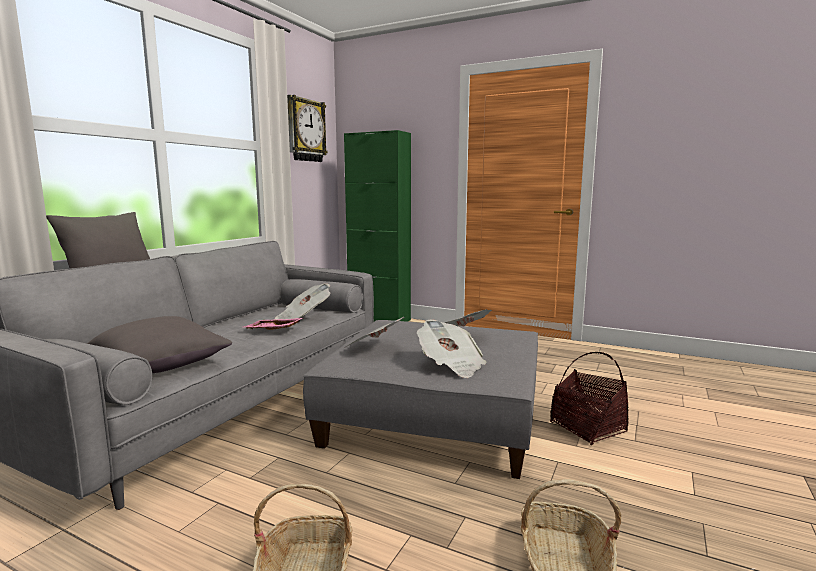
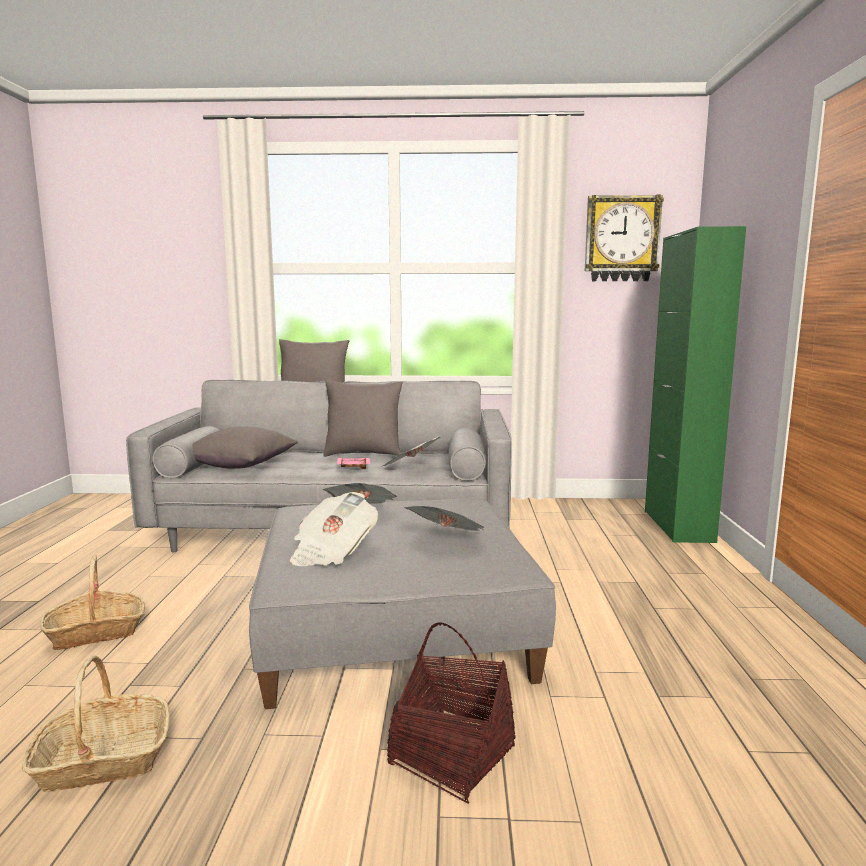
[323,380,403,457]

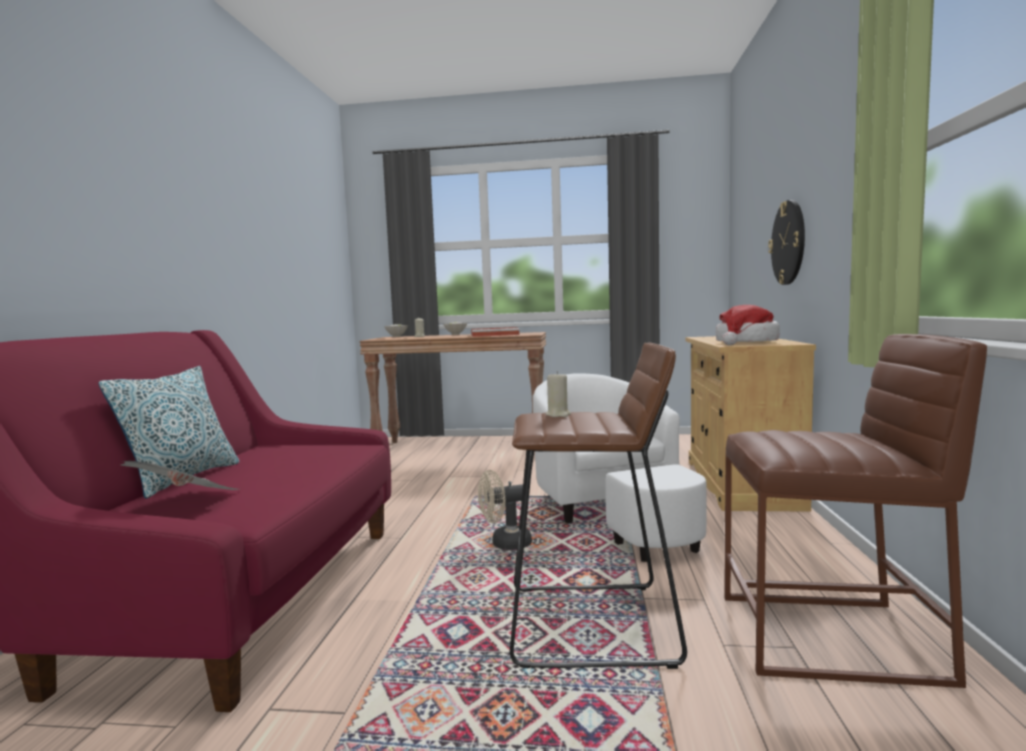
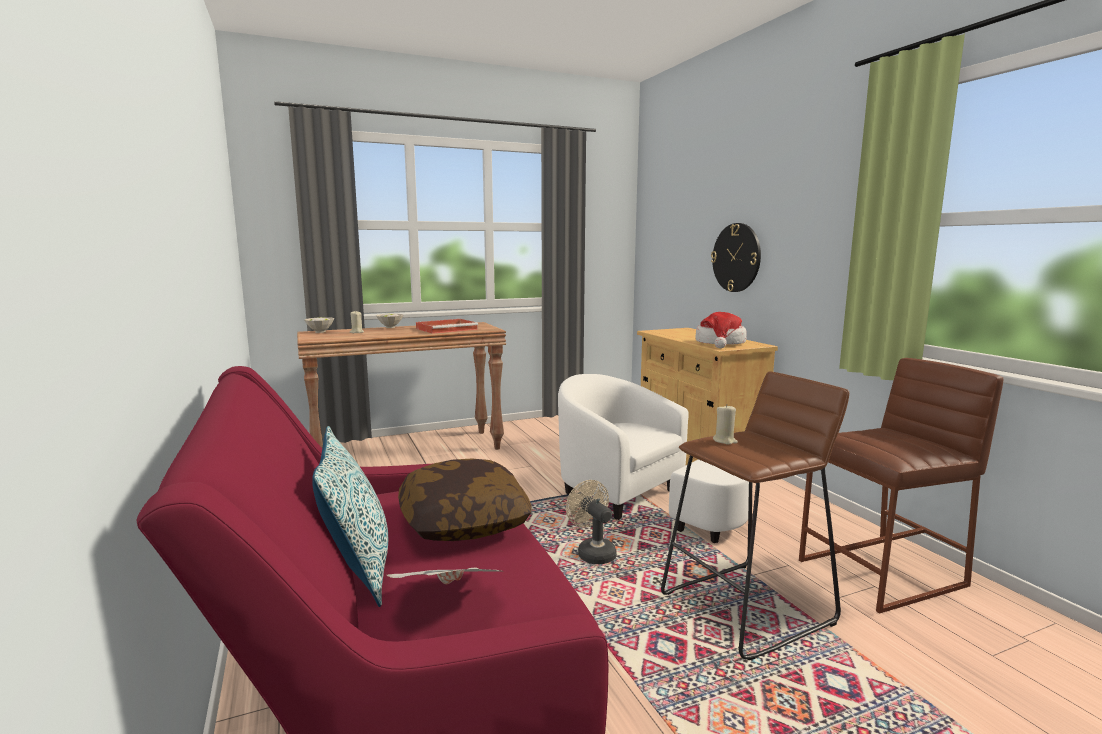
[566,480,617,564]
[398,459,532,541]

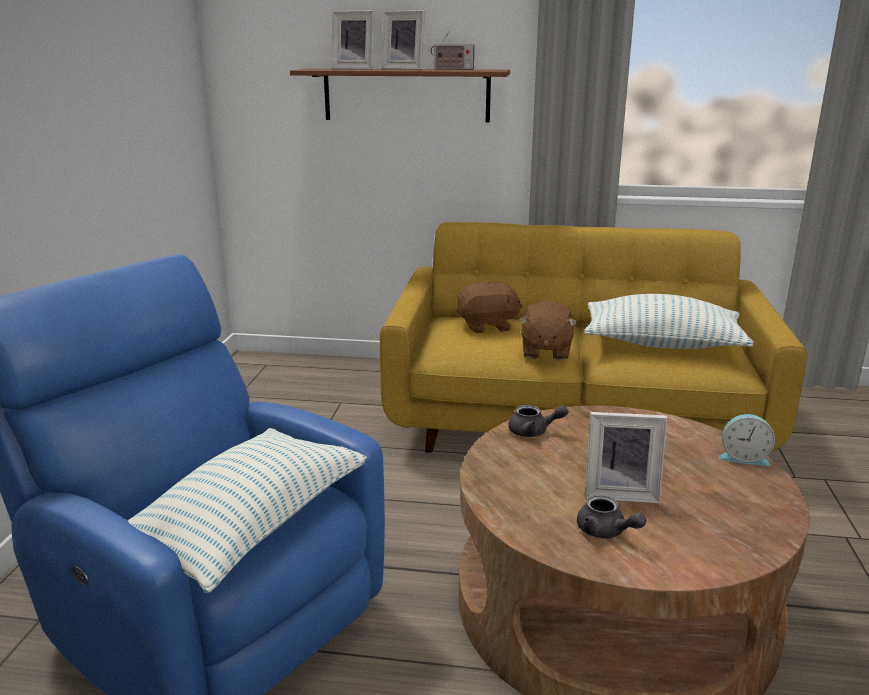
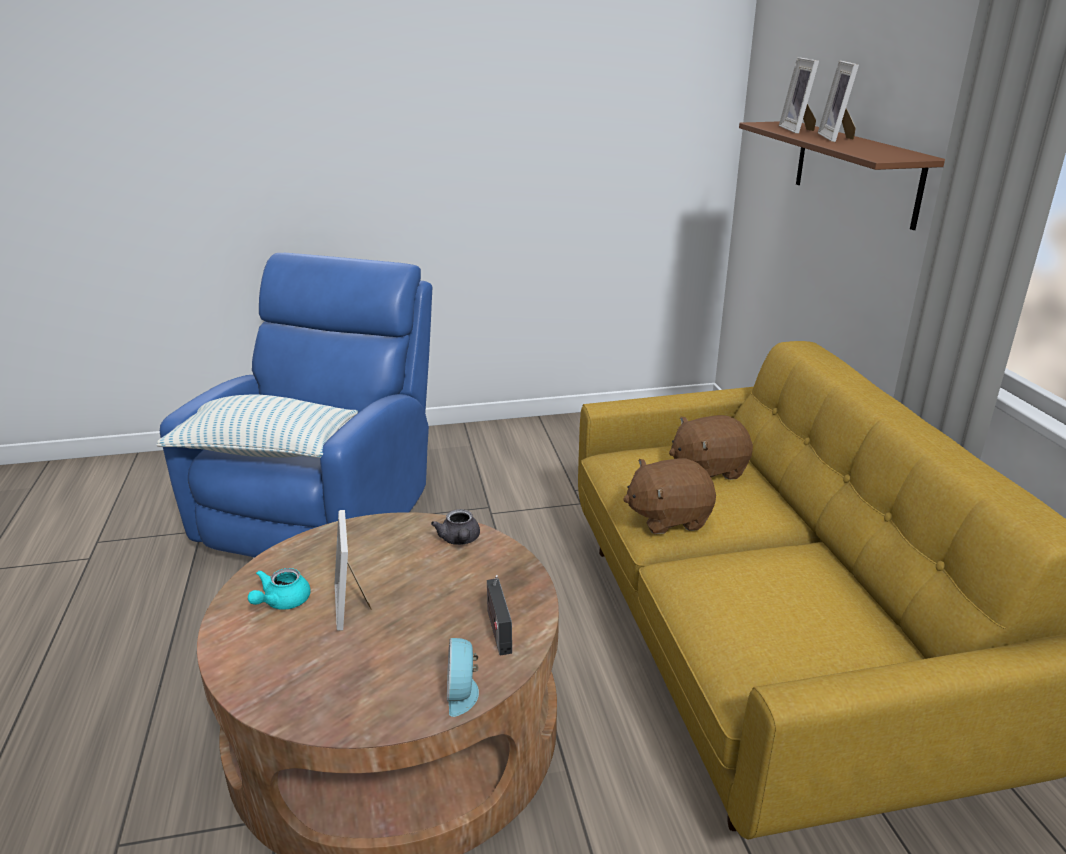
[487,575,512,655]
[669,415,753,480]
[584,294,754,349] (first image)
[248,568,311,610]

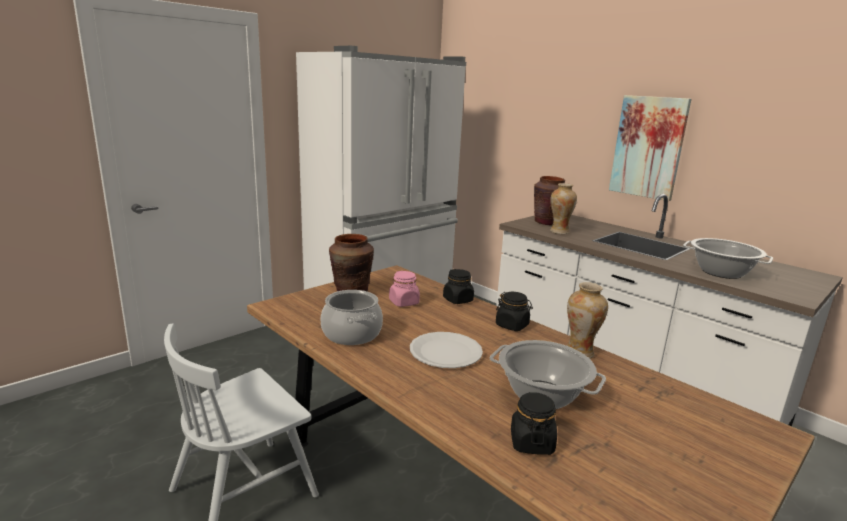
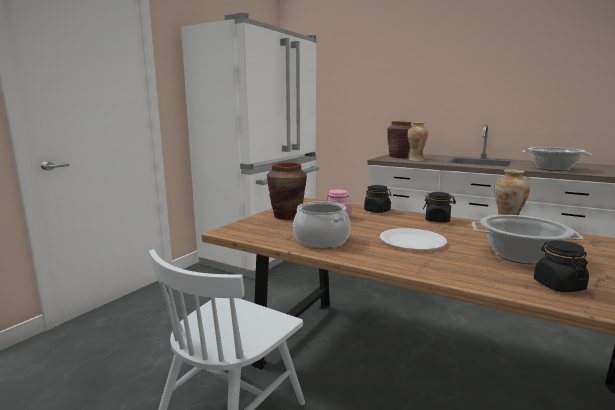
[609,95,692,201] (first image)

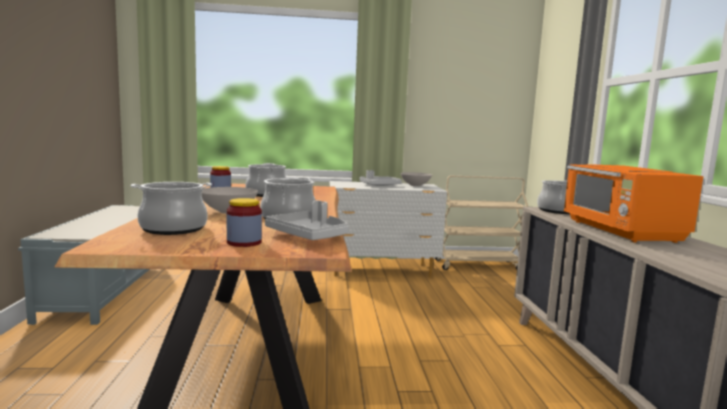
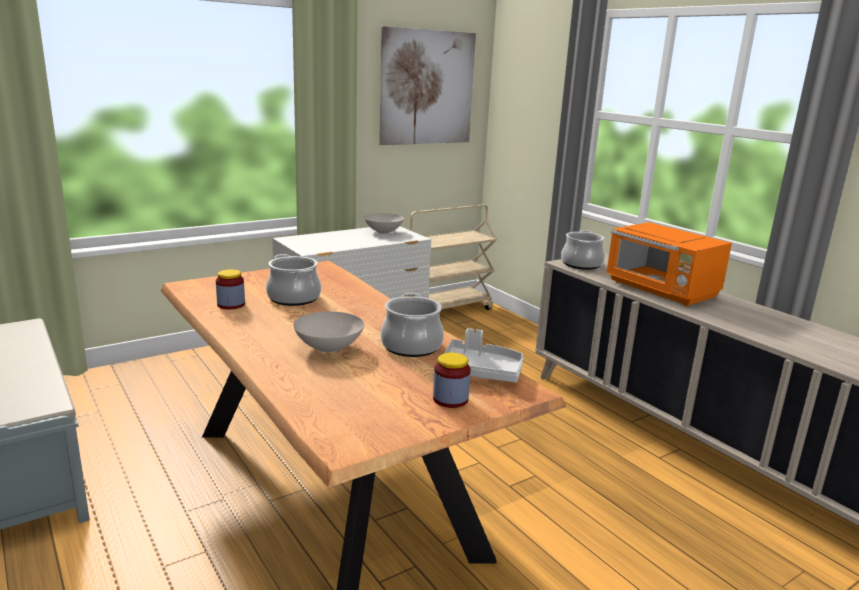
[360,170,402,186] (first image)
[130,182,212,235] (first image)
[379,26,476,145]

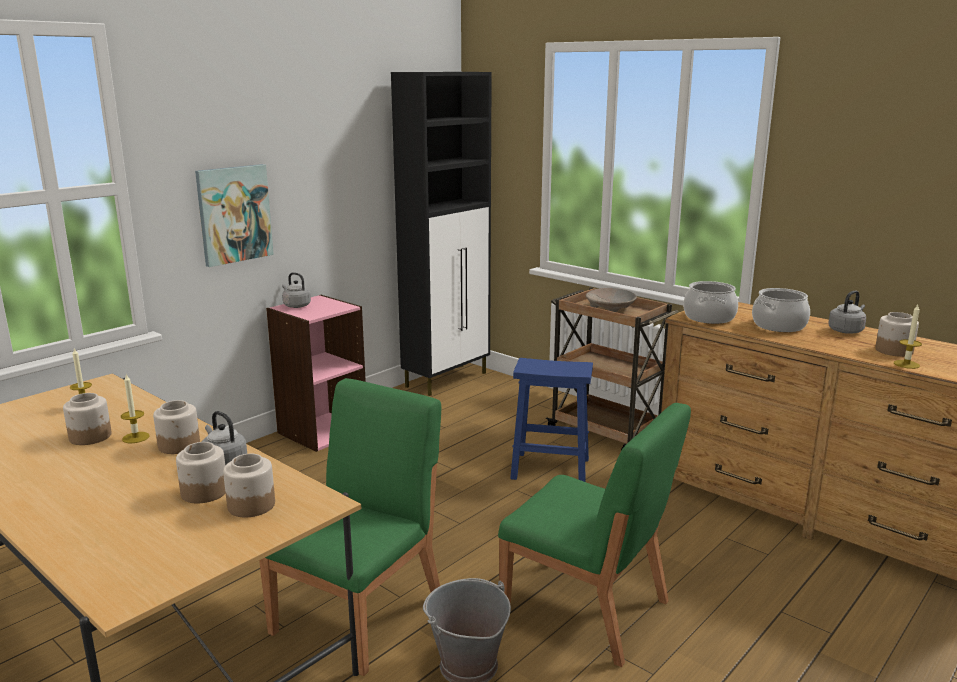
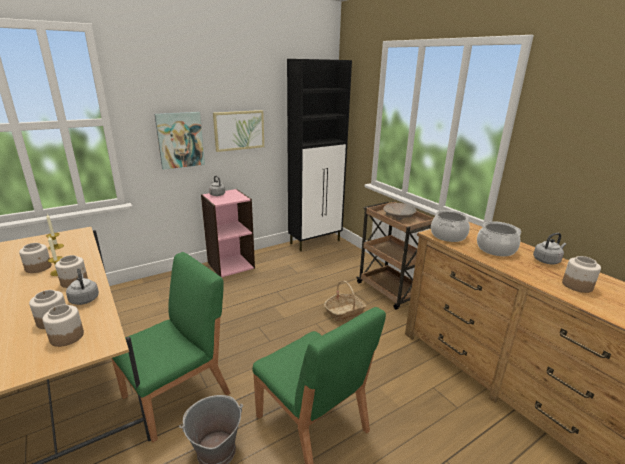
[894,305,922,369] (first image)
[324,280,366,321]
[213,110,264,152]

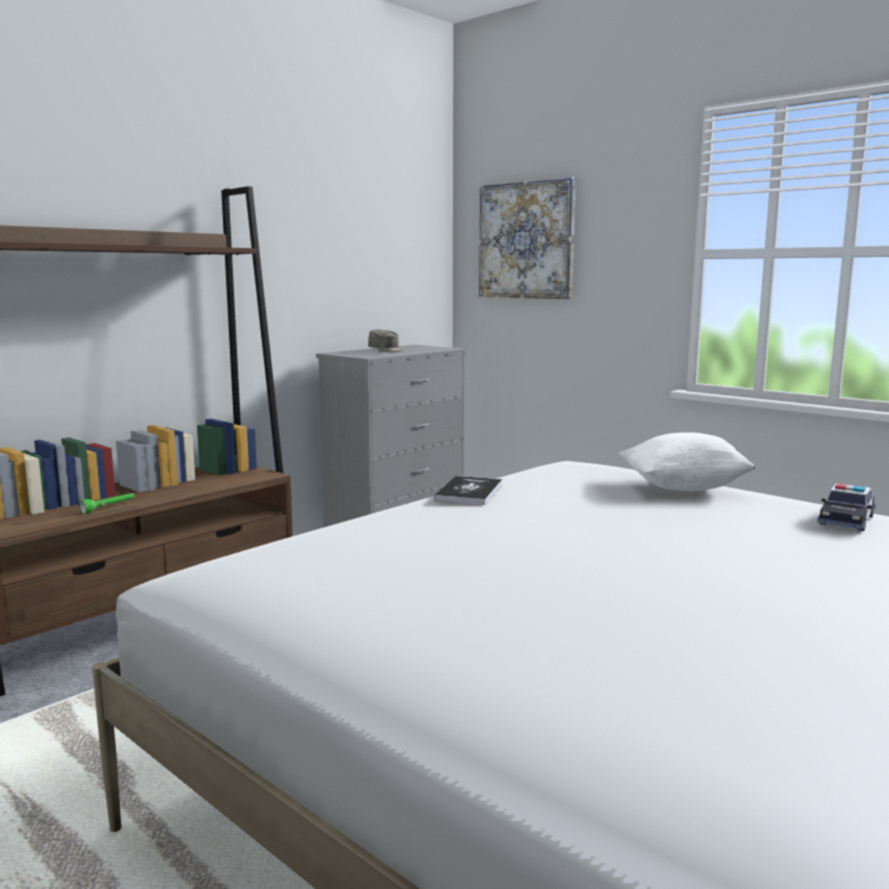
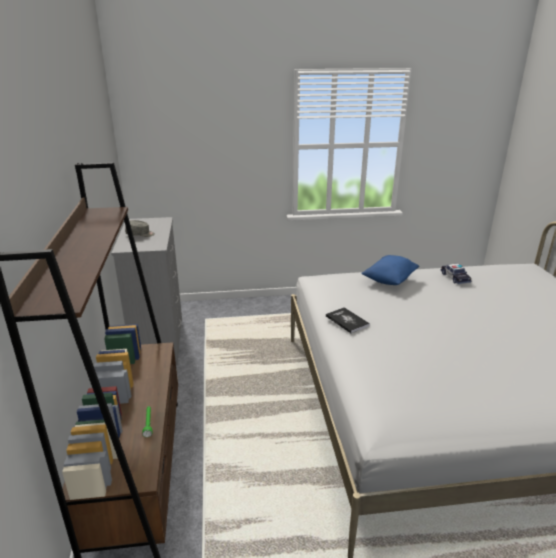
[479,177,576,299] (first image)
[361,255,419,285]

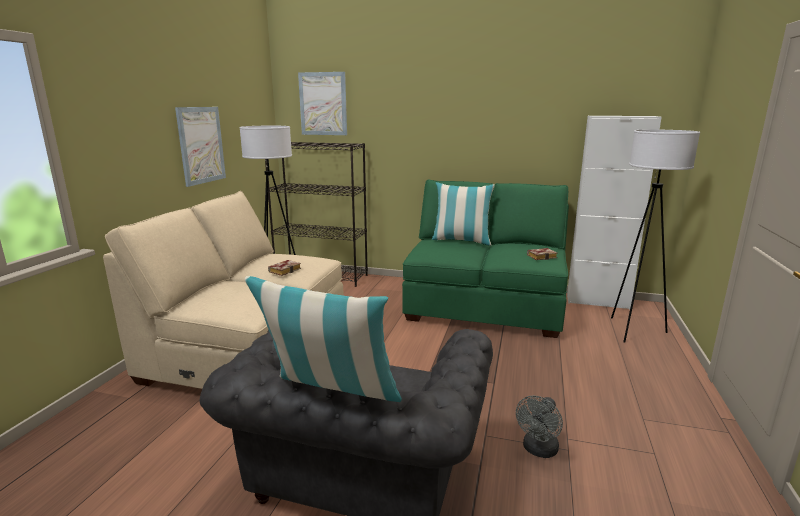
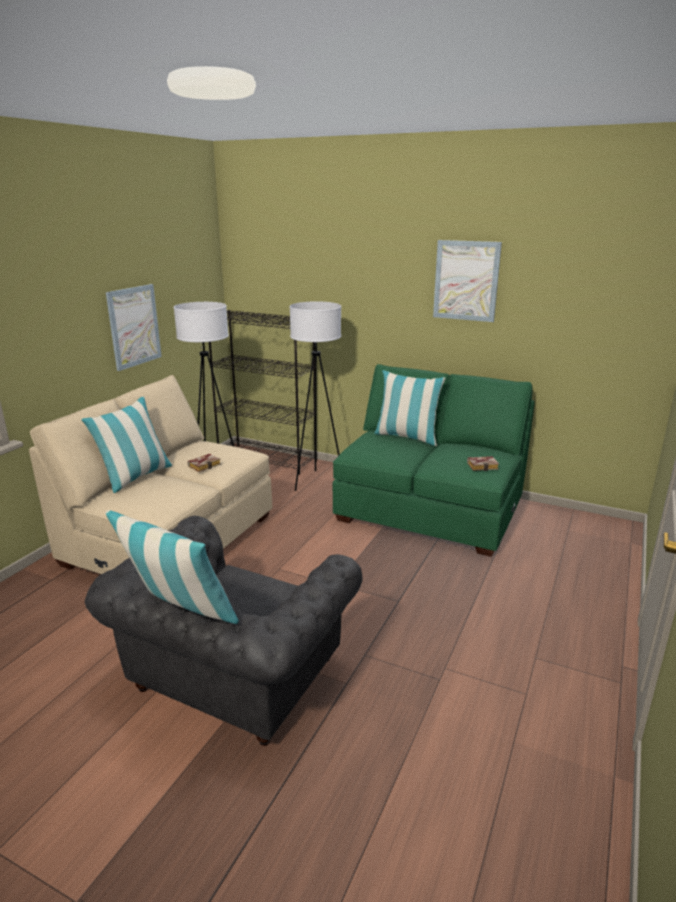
[433,240,502,322]
[567,116,662,310] (first image)
[289,302,341,491]
[516,395,563,458] (first image)
[82,396,172,493]

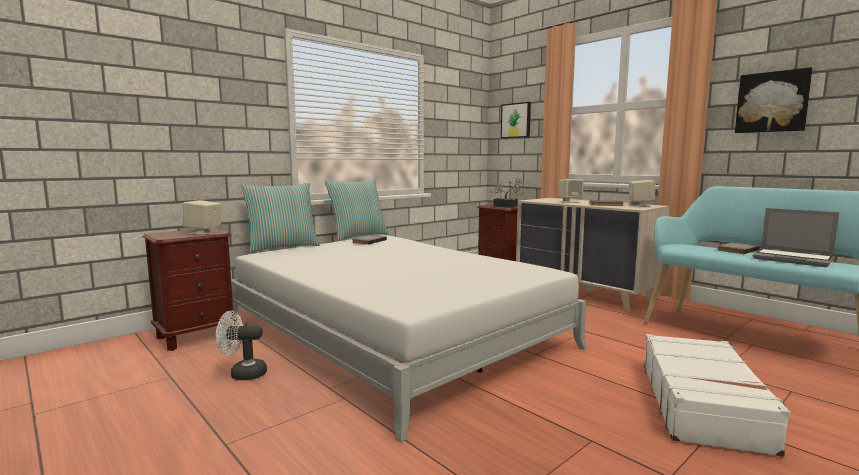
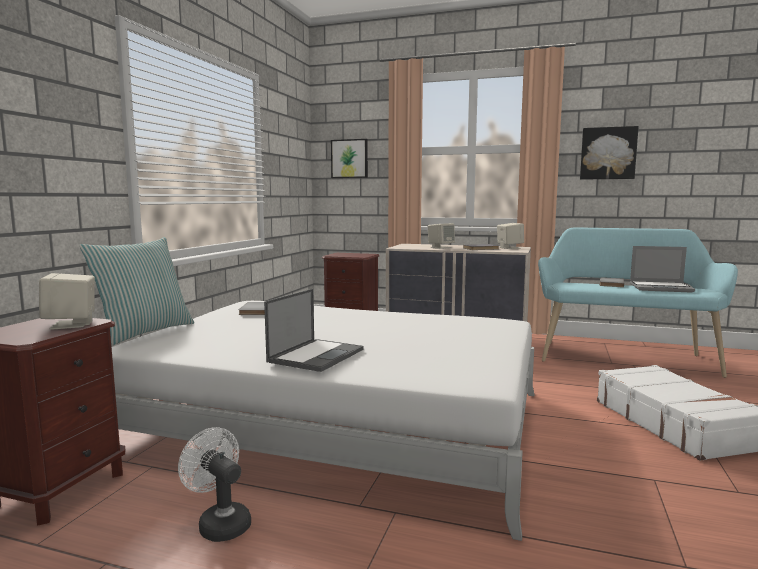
[491,177,525,208] (first image)
[324,179,389,241] (first image)
[178,427,251,542]
[264,289,364,372]

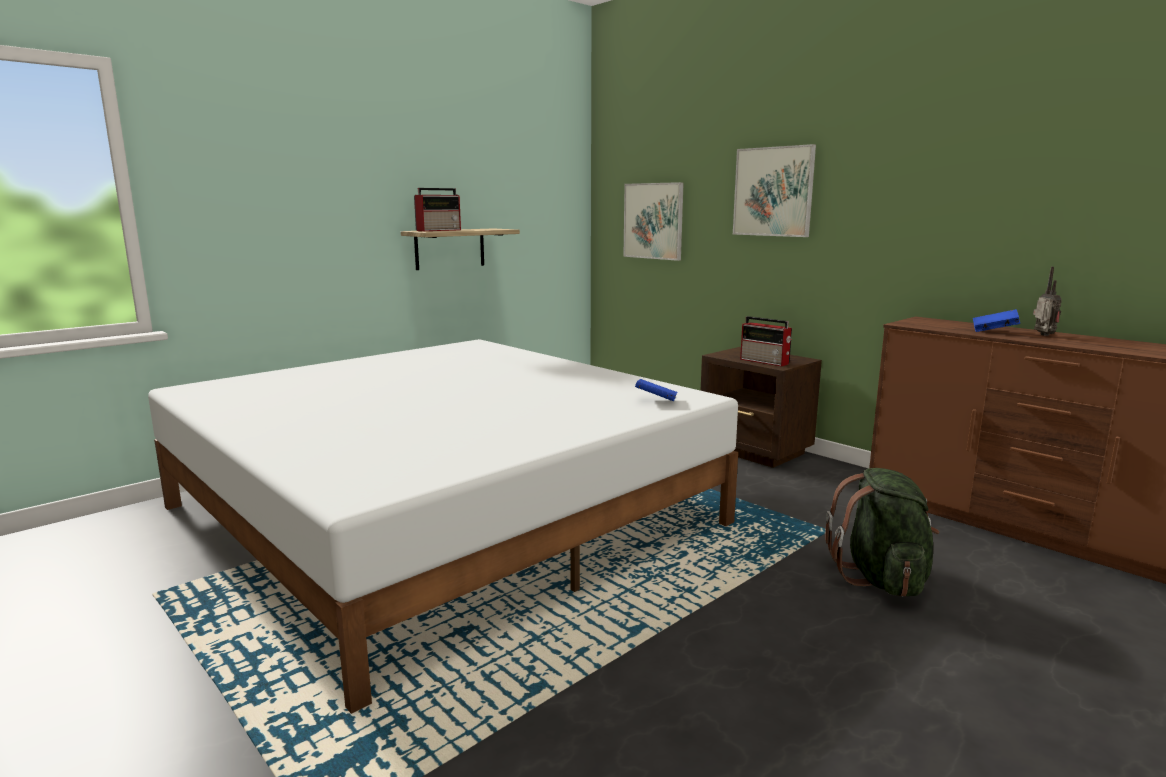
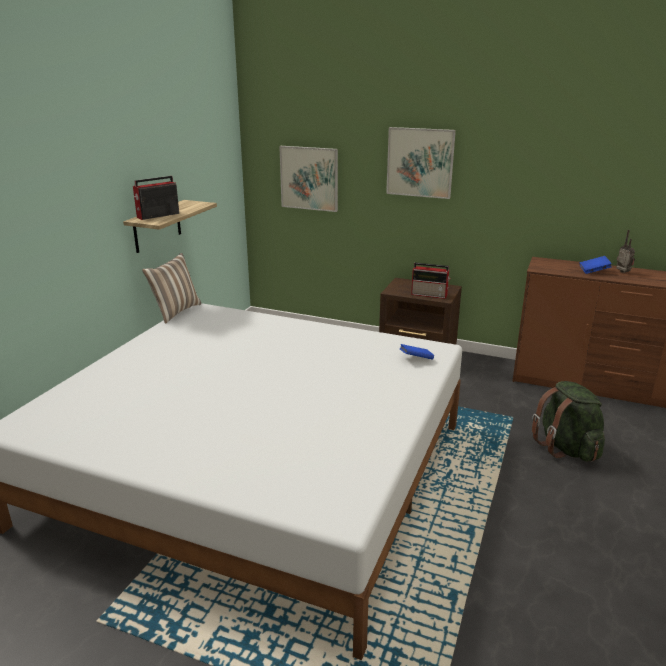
[133,176,179,220]
[142,253,201,324]

